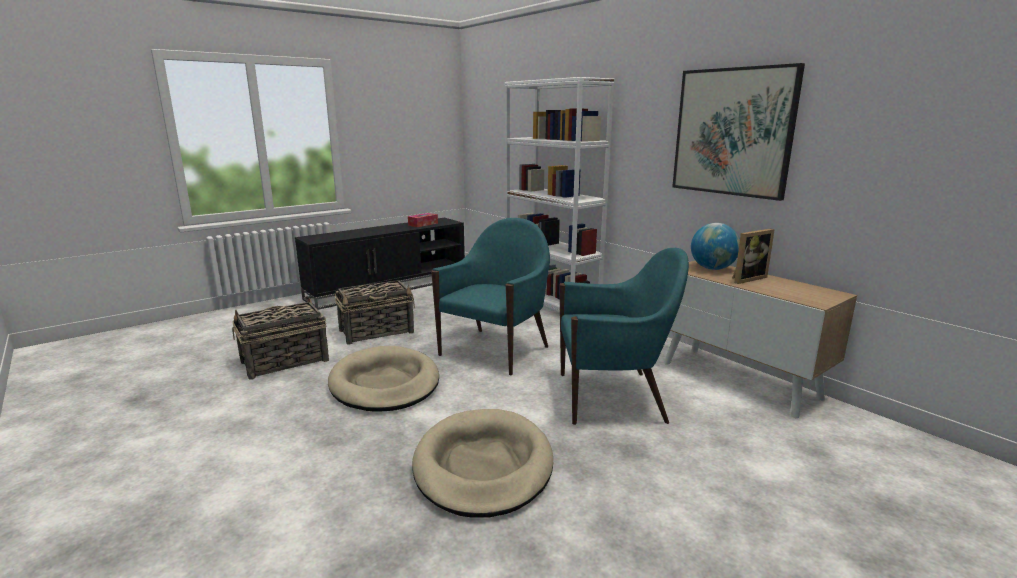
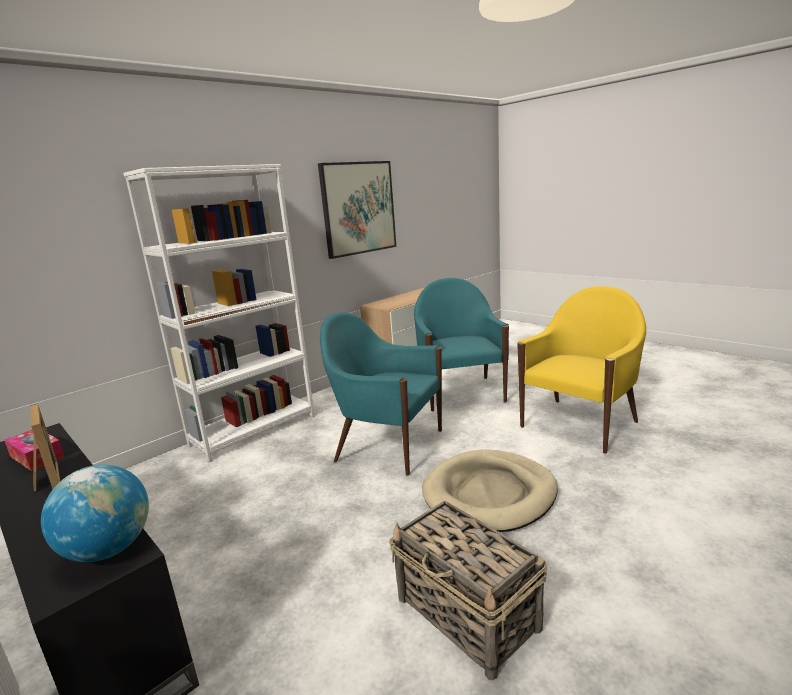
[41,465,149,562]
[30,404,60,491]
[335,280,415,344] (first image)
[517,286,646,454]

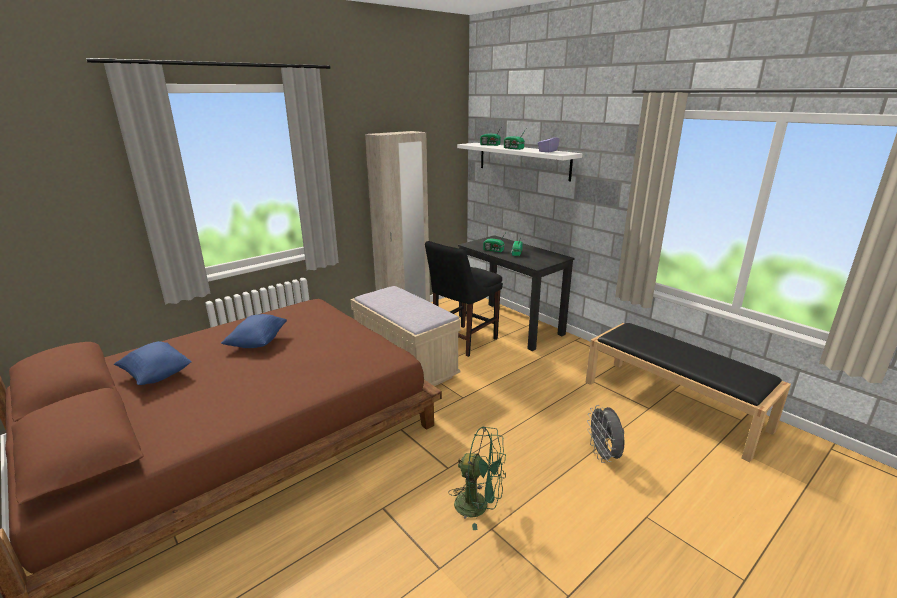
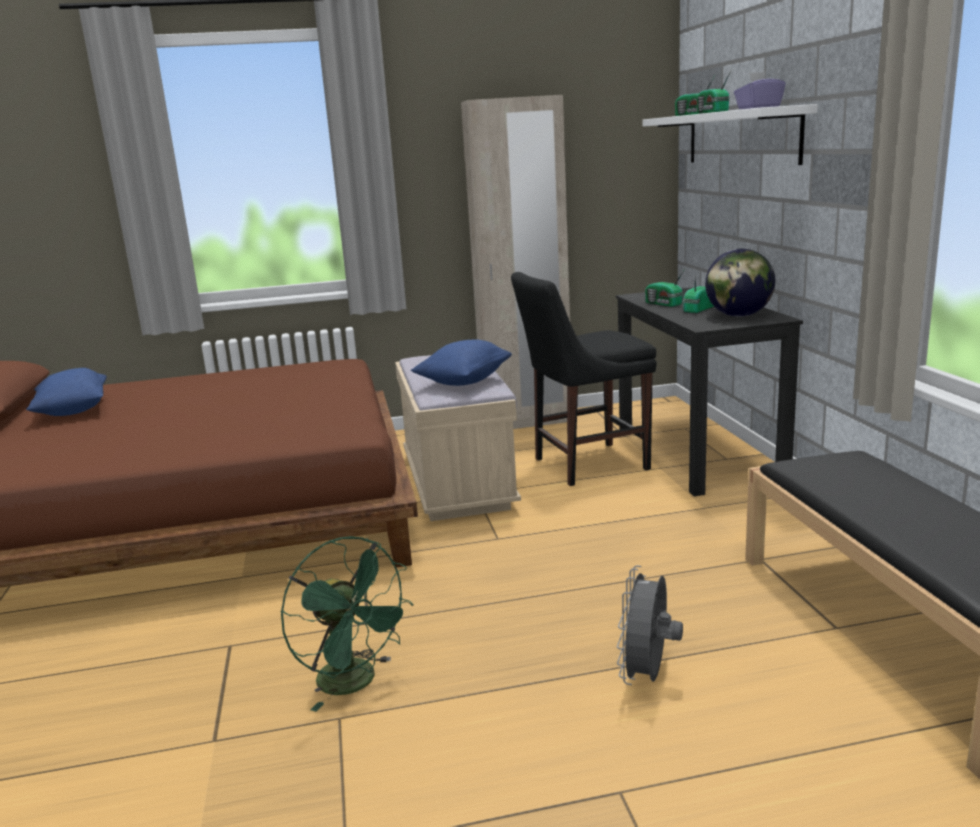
[411,340,512,386]
[705,249,775,317]

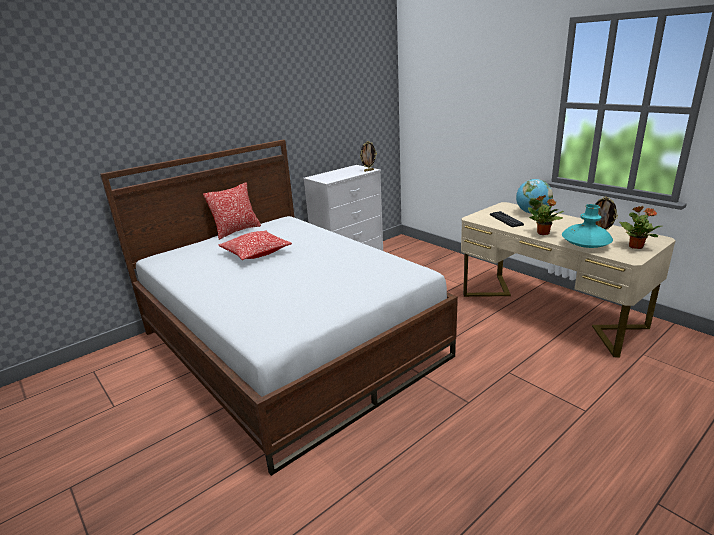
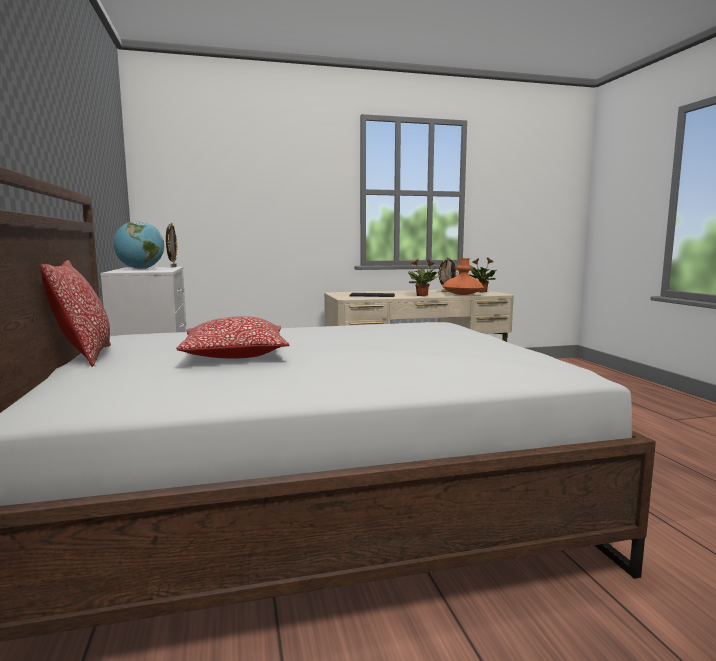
[113,221,164,269]
[442,258,484,295]

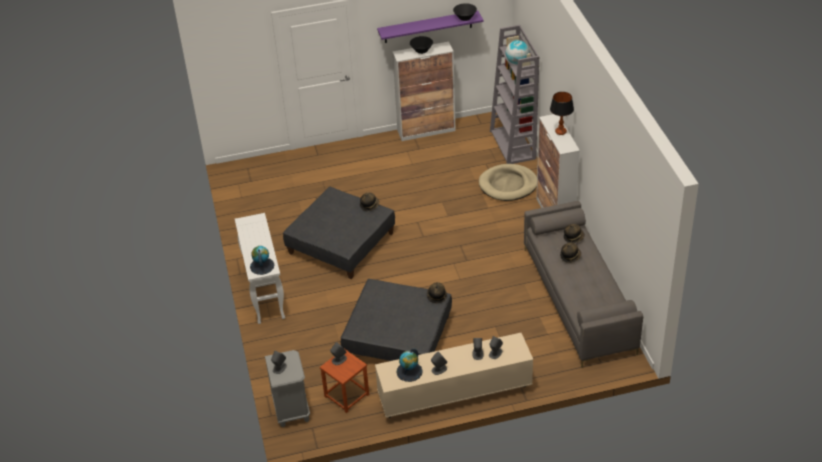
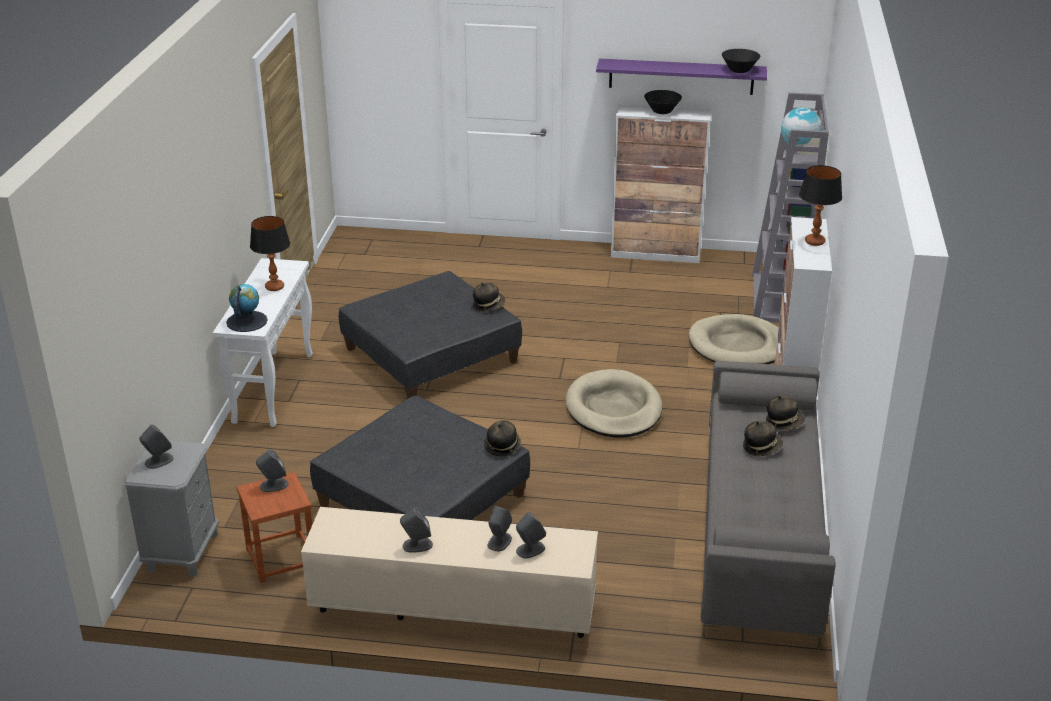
[396,349,423,382] (first image)
[250,216,290,291]
[566,369,662,438]

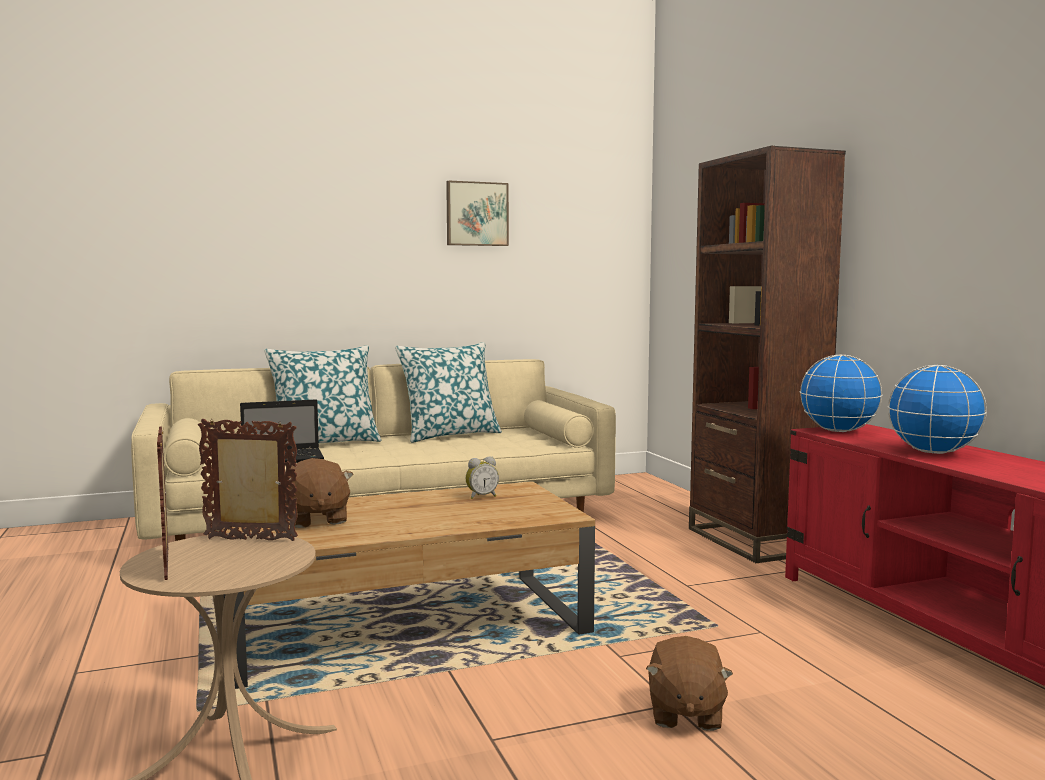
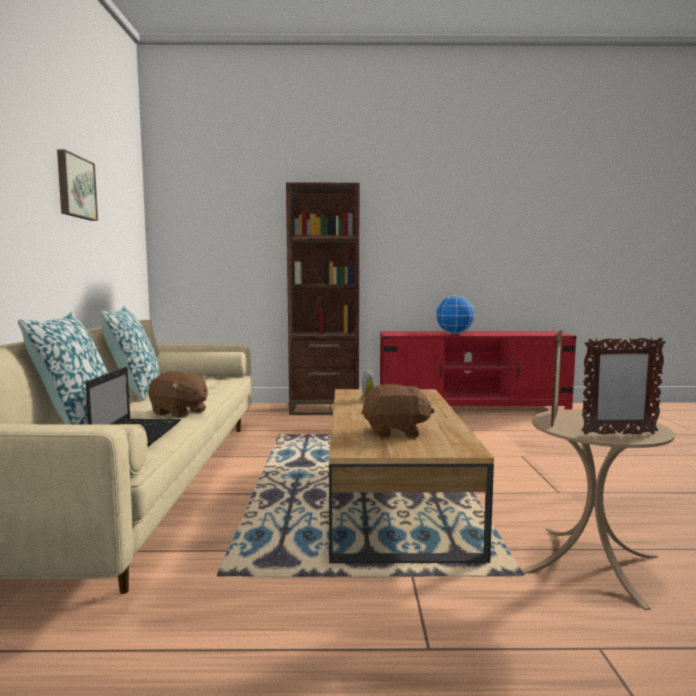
[799,355,883,432] (first image)
[148,371,208,418]

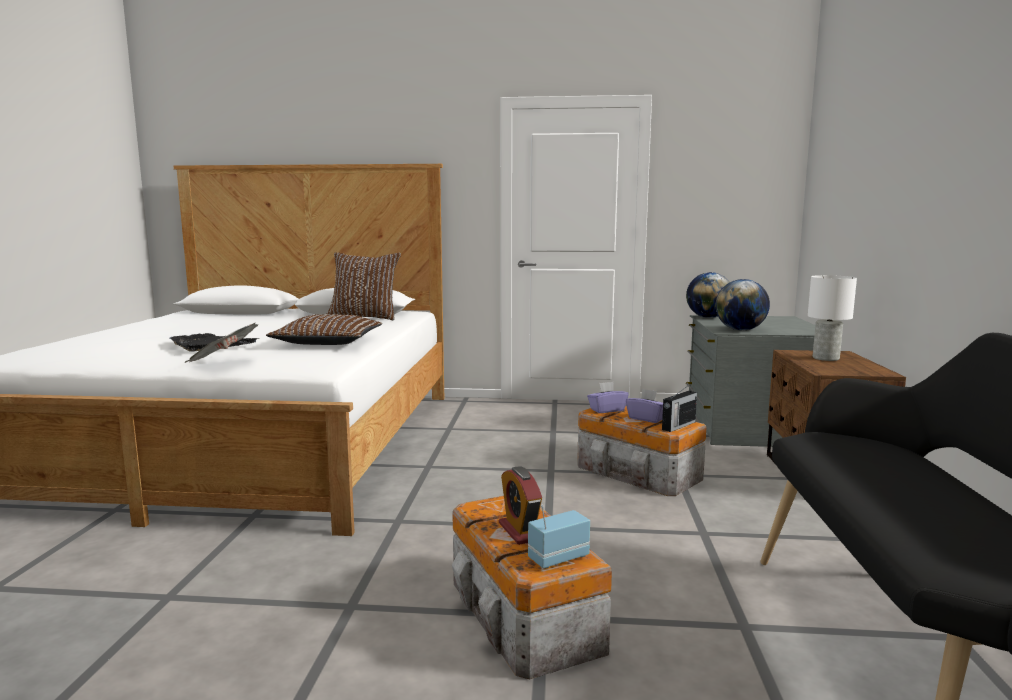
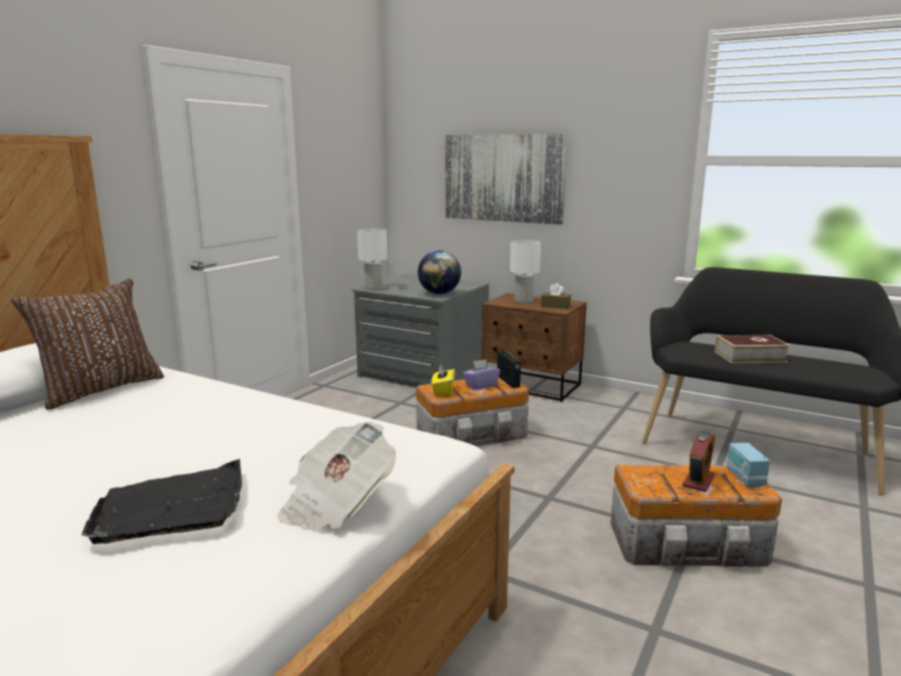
[357,229,388,290]
[266,314,382,345] (first image)
[431,365,455,396]
[683,431,715,492]
[446,134,567,225]
[541,283,571,309]
[715,335,791,364]

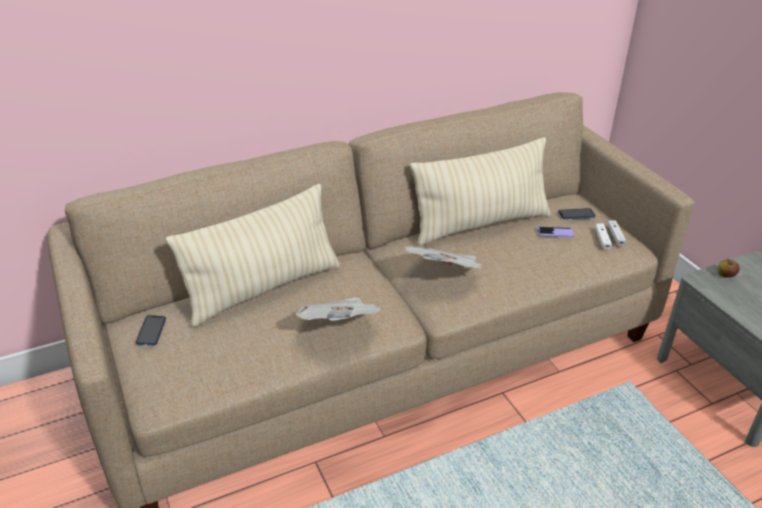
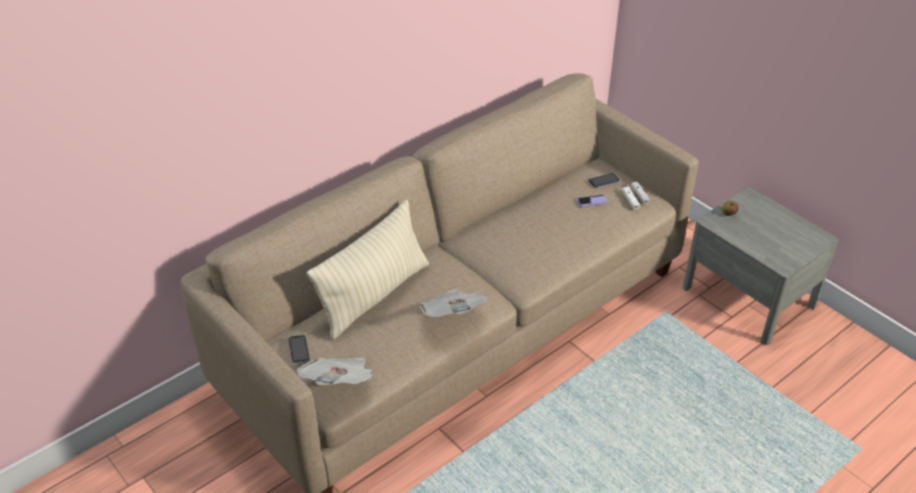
[410,137,551,246] (first image)
[297,357,373,385]

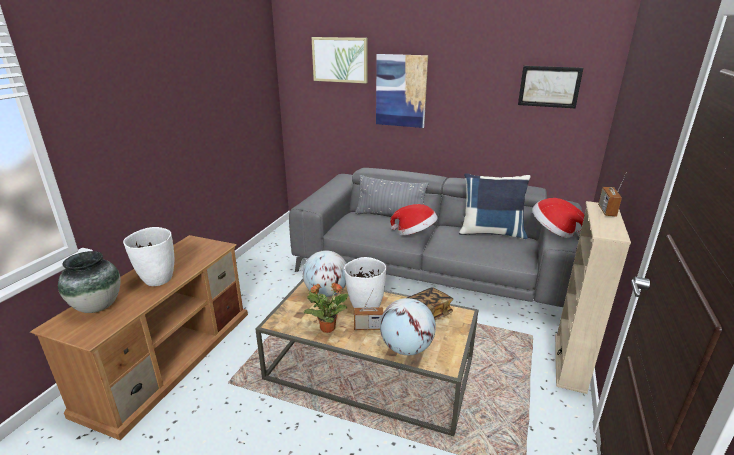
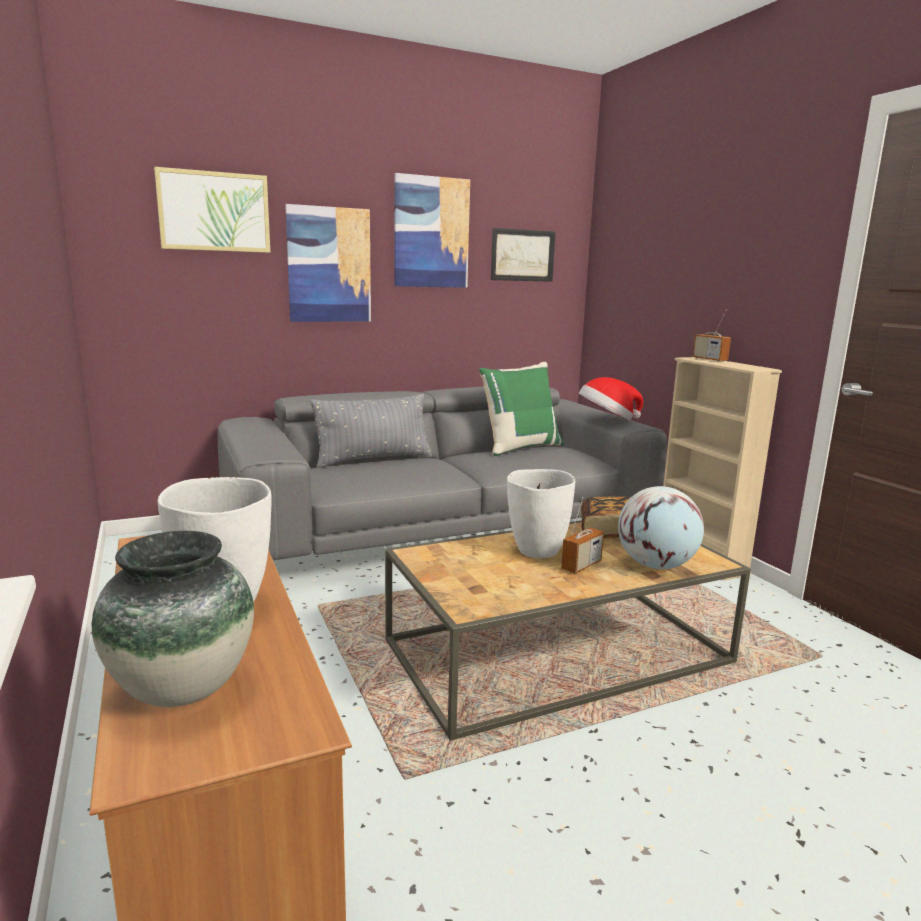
[479,362,564,456]
[390,204,438,235] (first image)
[303,250,347,297] (first image)
[304,283,348,333] (first image)
[394,173,470,288]

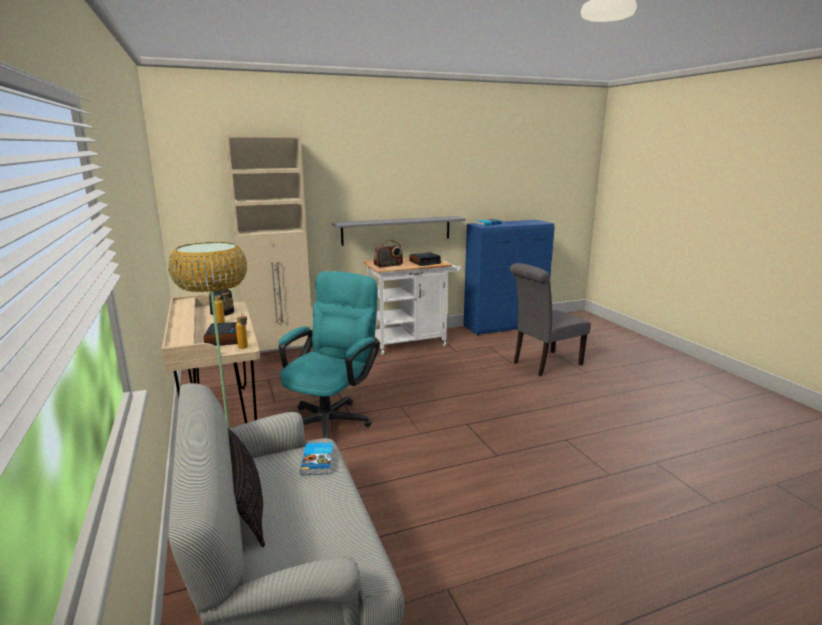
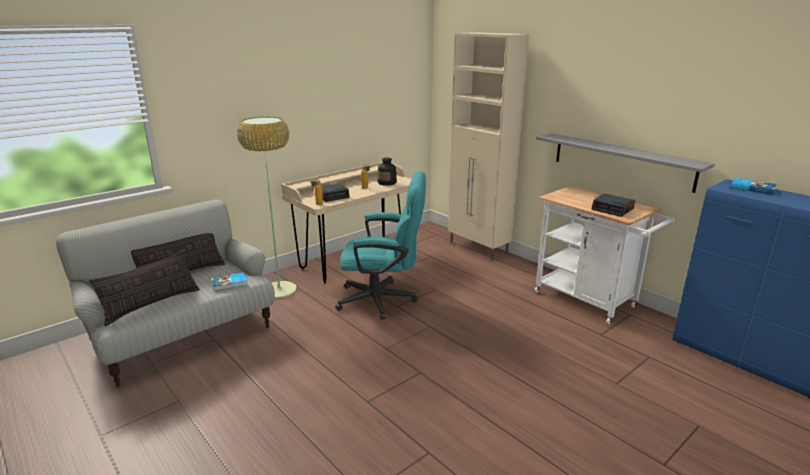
[374,241,403,267] (first image)
[510,263,591,376] (first image)
[89,249,200,326]

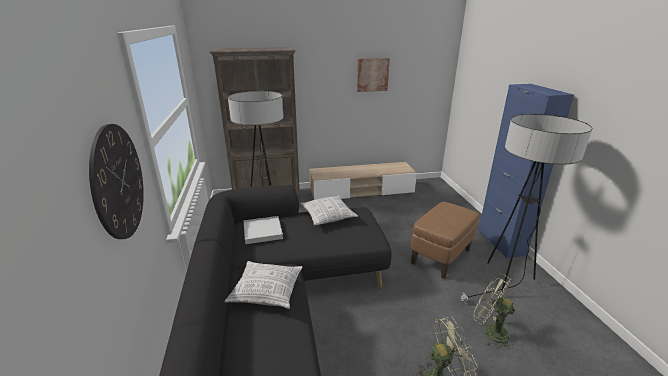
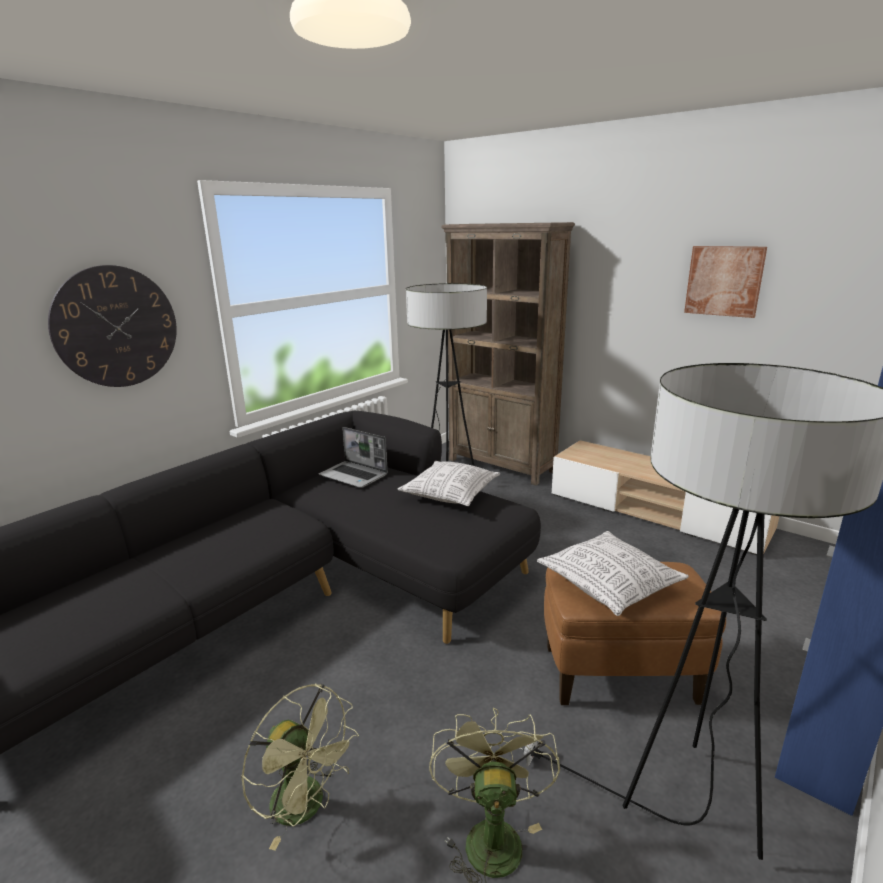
[319,427,388,488]
[537,531,689,616]

